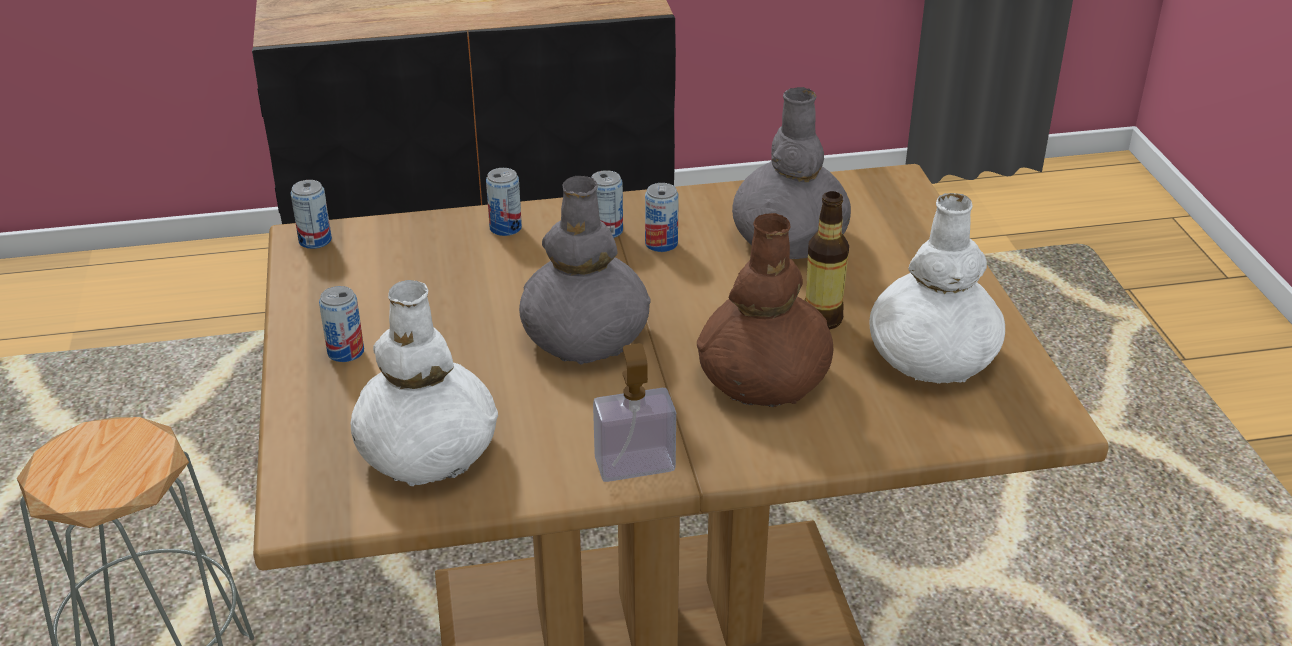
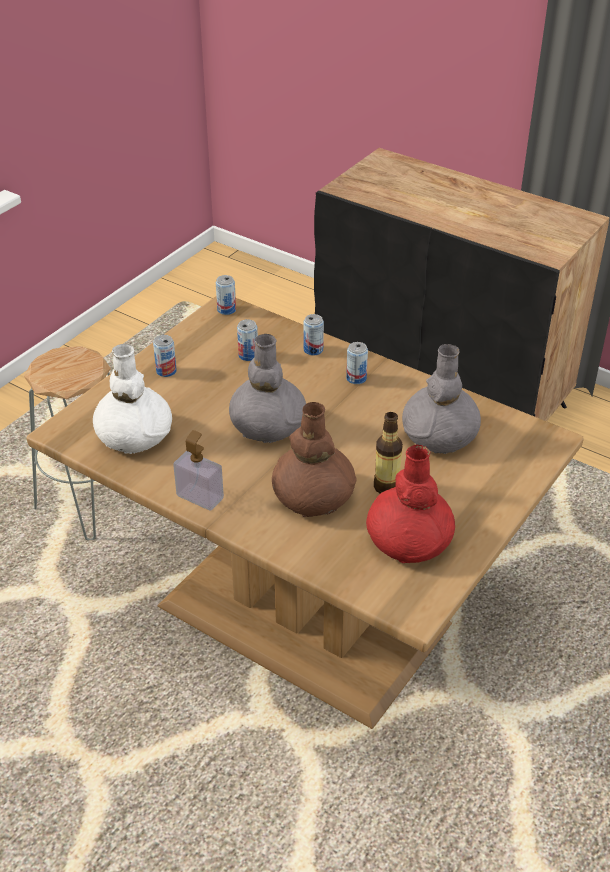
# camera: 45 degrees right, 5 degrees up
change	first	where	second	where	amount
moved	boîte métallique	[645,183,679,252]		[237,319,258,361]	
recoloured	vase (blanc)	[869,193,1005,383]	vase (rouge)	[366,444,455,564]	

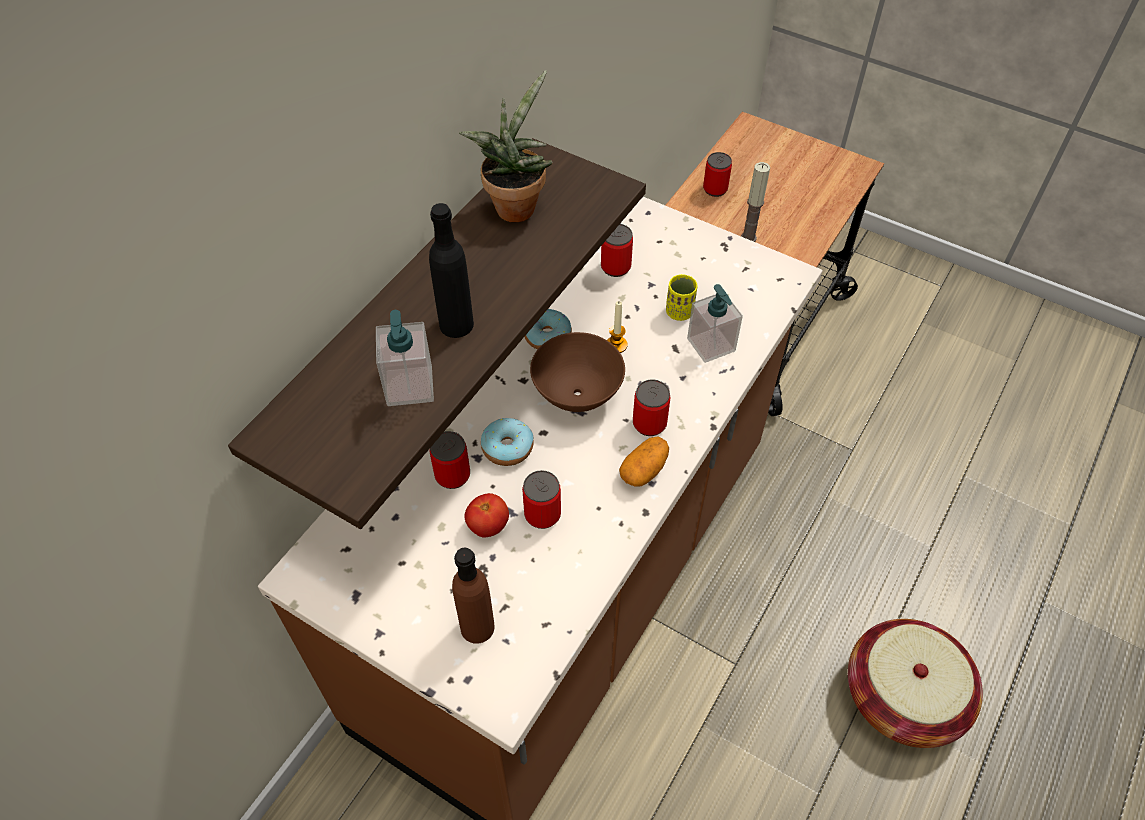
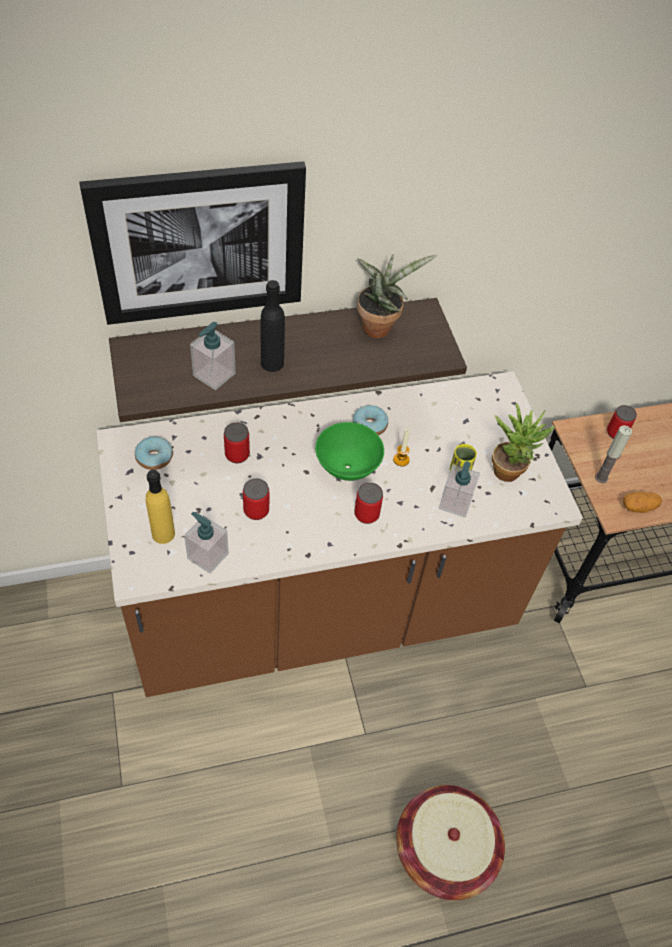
# camera: 40 degrees right, 0 degrees up
change	first	where	second	where	amount
removed	boîte métallique	[601,224,633,277]			
recoloured	bol (marron)	[530,332,625,412]	bol (vert)	[315,422,384,481]	
moved	beignet	[481,418,533,466]		[135,437,173,470]	
moved	pomme de terre	[619,436,669,487]		[623,492,662,513]	
removed	tomate	[464,493,509,537]			
recoloured	bouteille (marron)	[452,547,495,644]	bouteille (jaune)	[146,470,175,544]	
added			tableau	[79,161,306,325]	
added			plante en pot	[492,403,555,482]	
added			distributeur de savon	[184,512,229,574]	

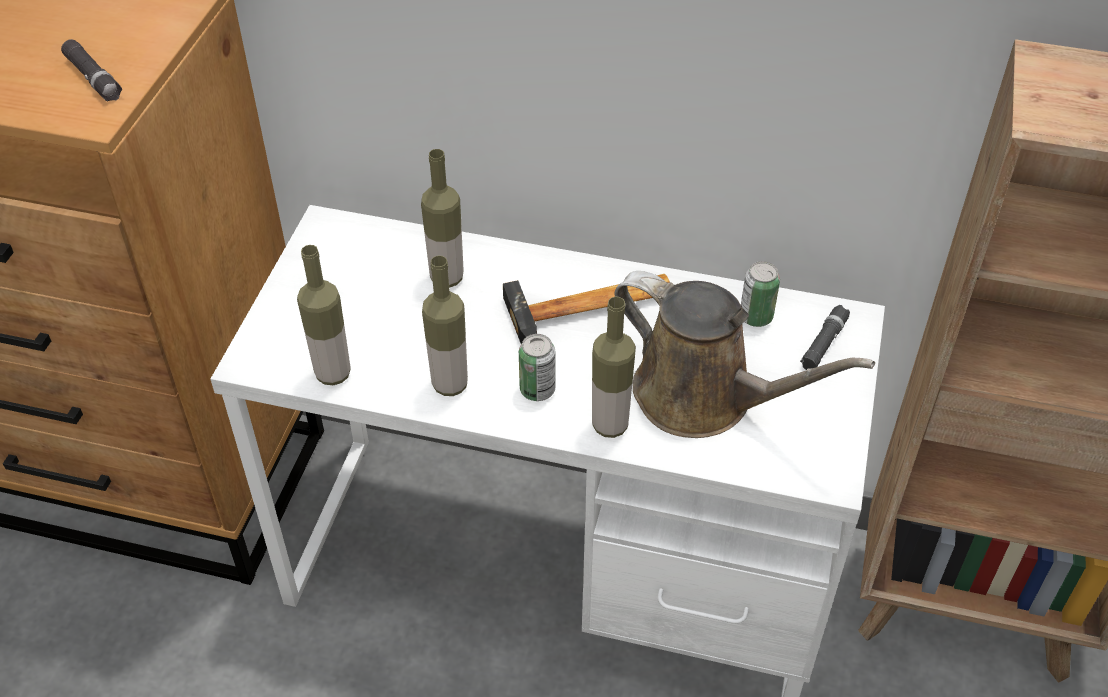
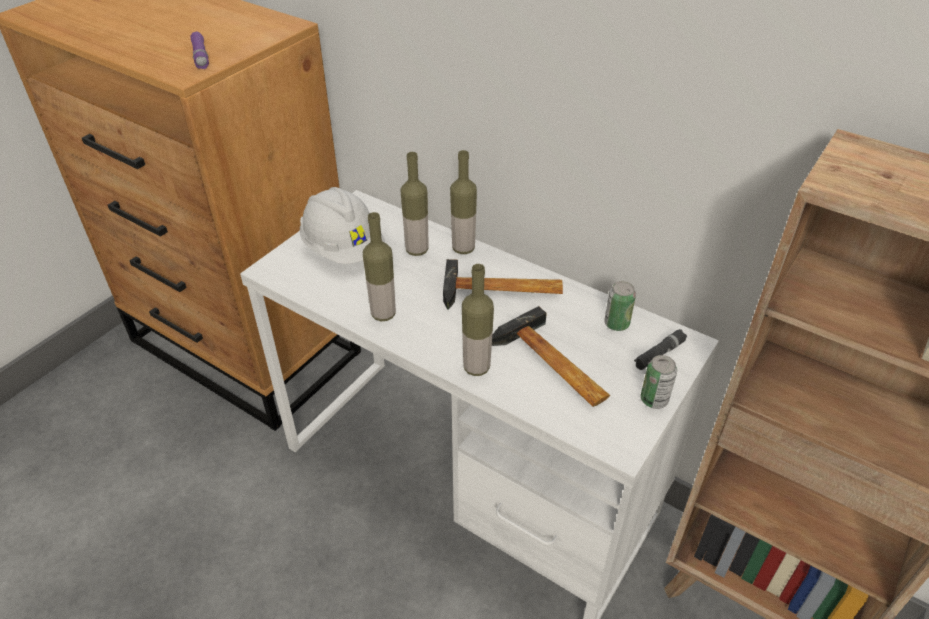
# camera: 20 degrees right, 5 degrees down
change	first	where	second	where	amount
recoloured	lampe de poche (noir)	[61,39,122,101]	lampe de poche (violet)	[190,31,209,69]	
moved	bouteille	[297,245,351,385]		[450,150,477,254]	
replaced	arrosoir (marron)	[614,271,875,438]	marteau	[492,306,610,407]	
moved	boîte métallique	[519,334,556,401]		[641,355,677,409]	
added			casque de chantier (blanc)	[300,187,385,264]	

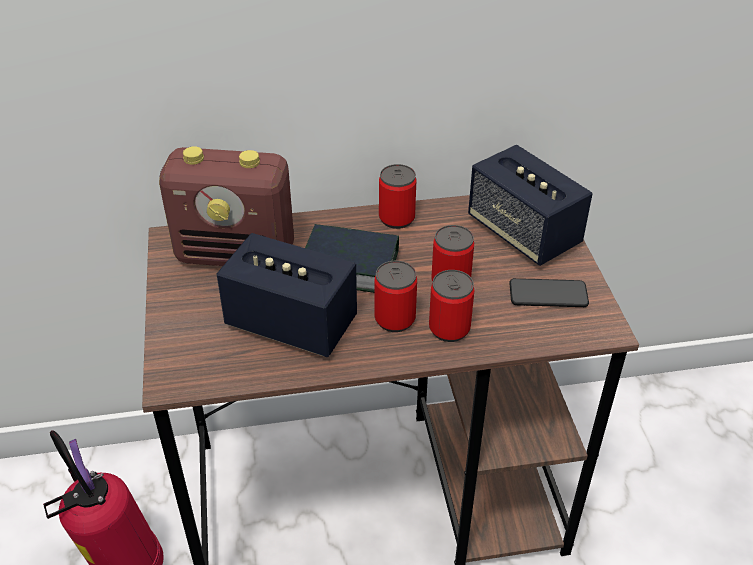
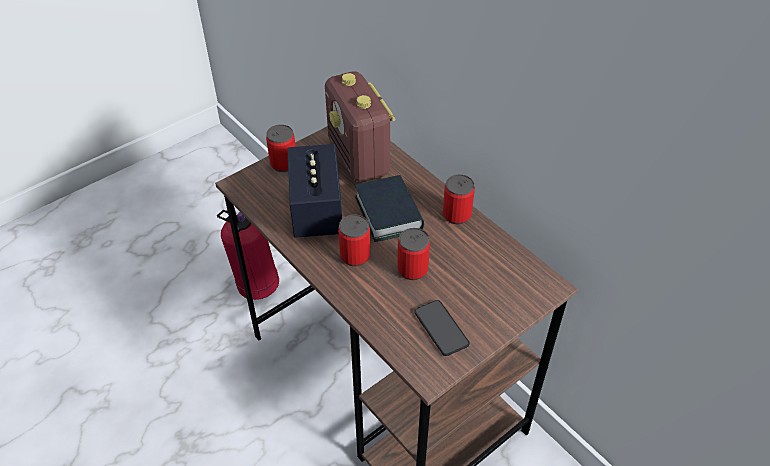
# camera: 60 degrees right, 5 degrees up
change	first	where	second	where	amount
removed	enceinte	[468,144,592,266]			
moved	boîte métallique	[429,270,474,342]		[266,125,296,172]	

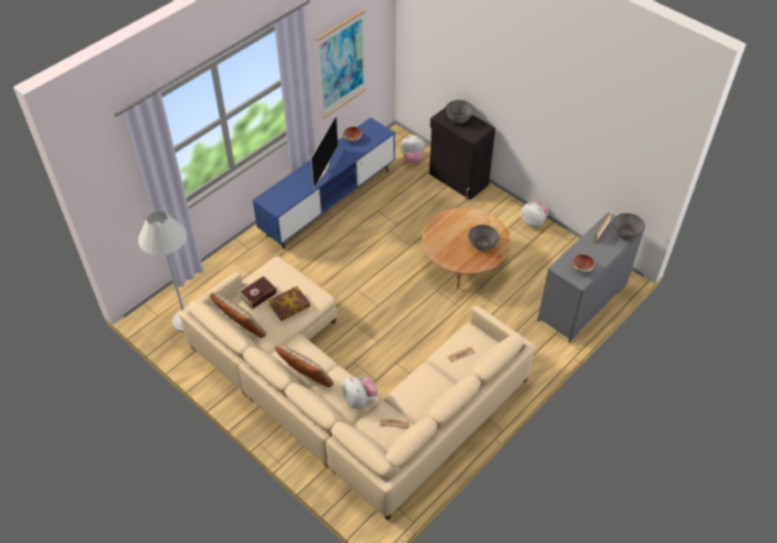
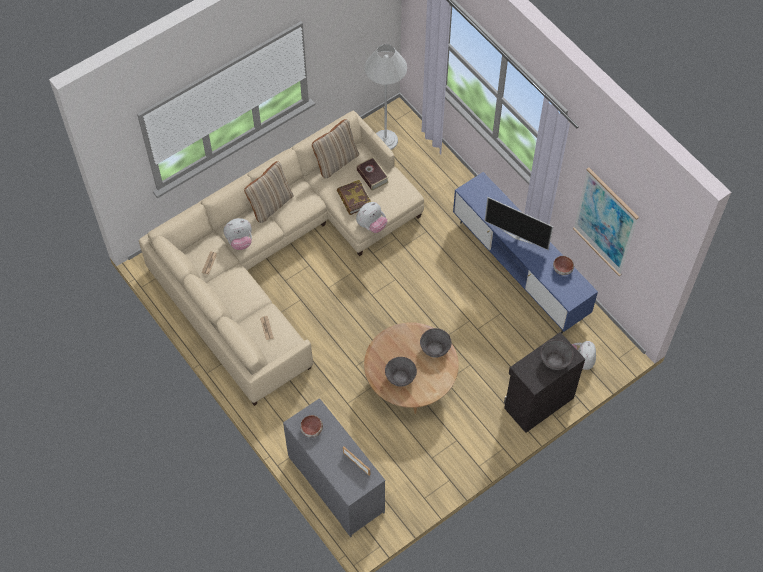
# camera: 100 degrees right, 10 degrees up
change	first	where	second	where	amount
moved	peluche	[521,201,549,227]		[356,202,387,233]	
moved	bol (gris)	[613,213,645,240]		[420,328,452,358]	

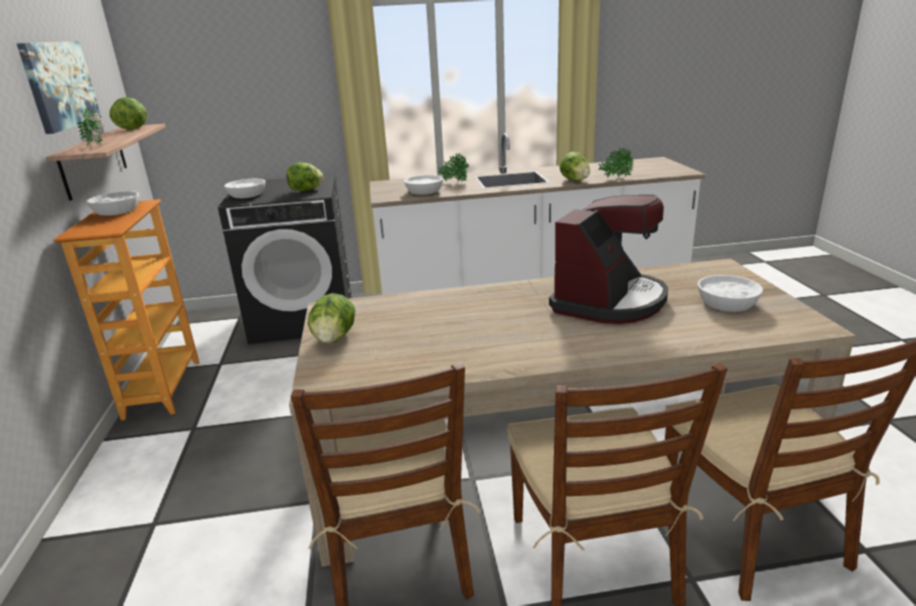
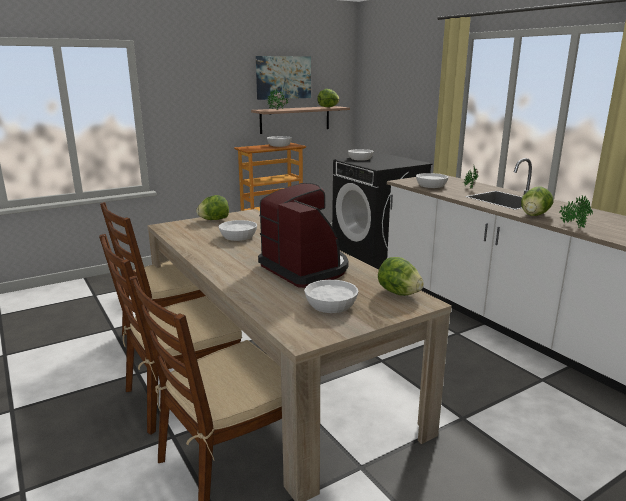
# camera: 65 degrees right, 5 degrees down
change	first	where	second	where	amount
moved	laitue	[287,162,324,191]		[378,257,424,296]	
turned	machine à café	[549,195,668,324]		[258,183,349,288]	135 degrees counterclockwise
added			bol (blanc)	[218,220,257,241]	

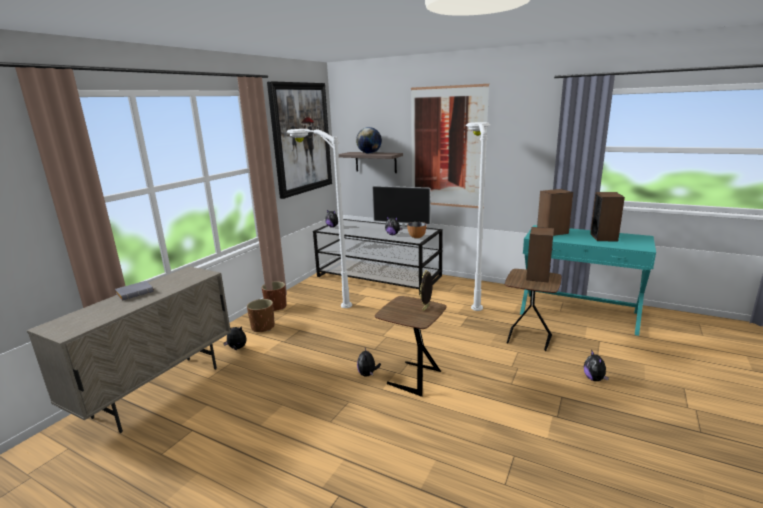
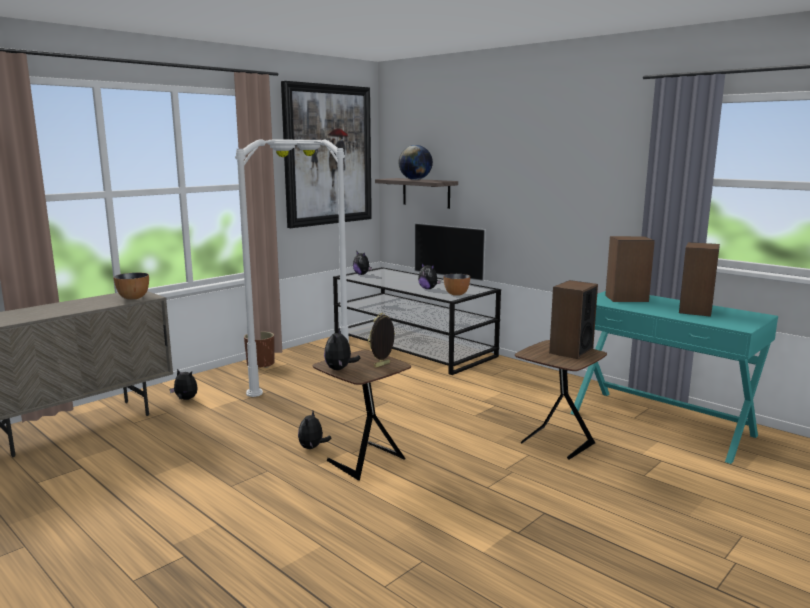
# camera: 15 degrees right, 5 degrees down
change	first	where	second	where	amount
removed	tableau	[411,84,489,208]			
moved	lampadaire (blanc)	[466,122,490,311]		[235,139,299,397]	
removed	livre (gris)	[115,281,154,301]			
removed	cache-pot (marron)	[247,299,275,332]			
moved	peluche	[584,350,609,381]		[324,328,361,370]	
added			bol	[113,273,149,300]	

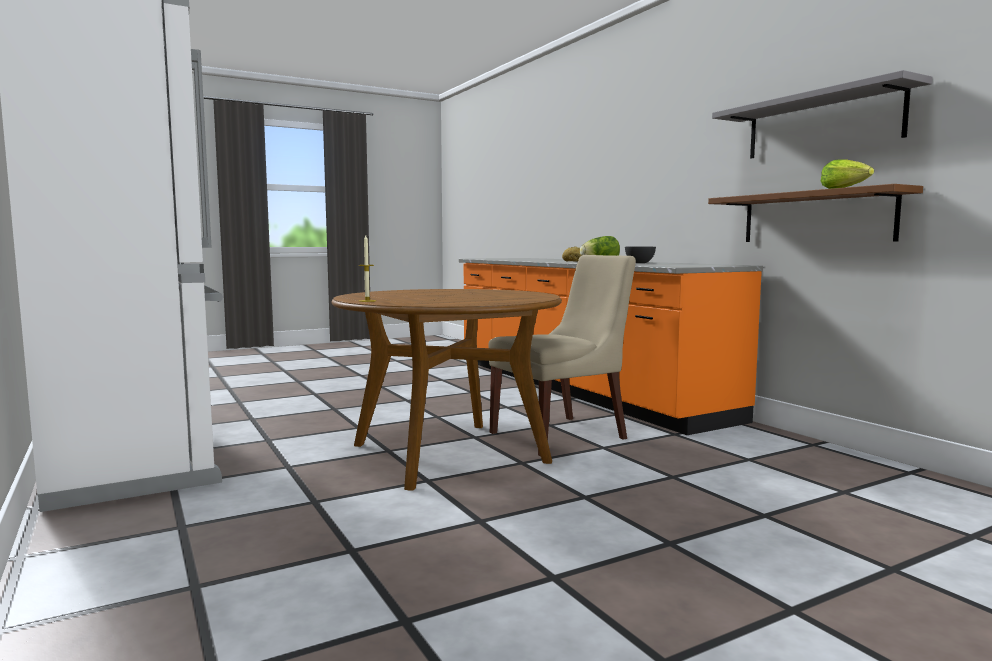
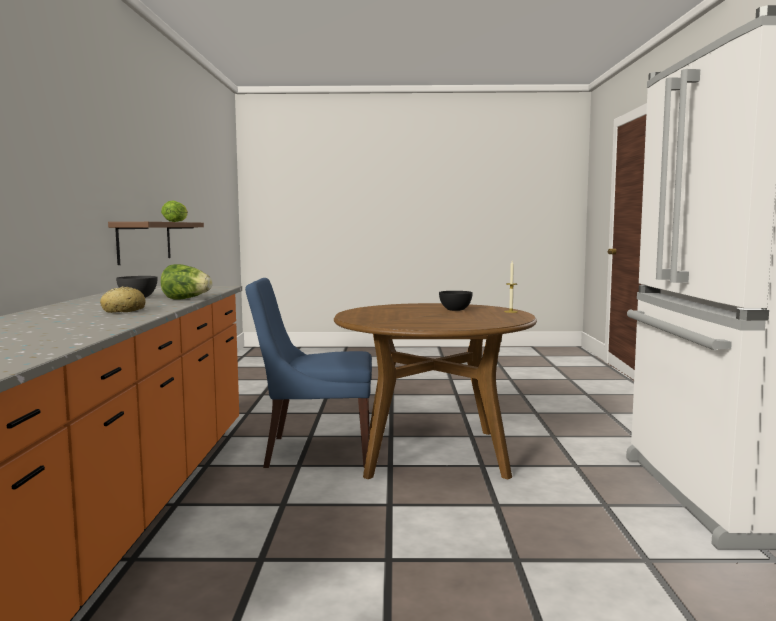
# camera: 150 degrees left, 0 degrees up
change	first	where	second	where	amount
removed	étagère (gris)	[712,70,933,158]			
recoloured	chaise (beige)	[488,255,636,457]	chaise (bleu)	[245,278,372,468]	
added			bol (noir)	[439,291,473,311]	

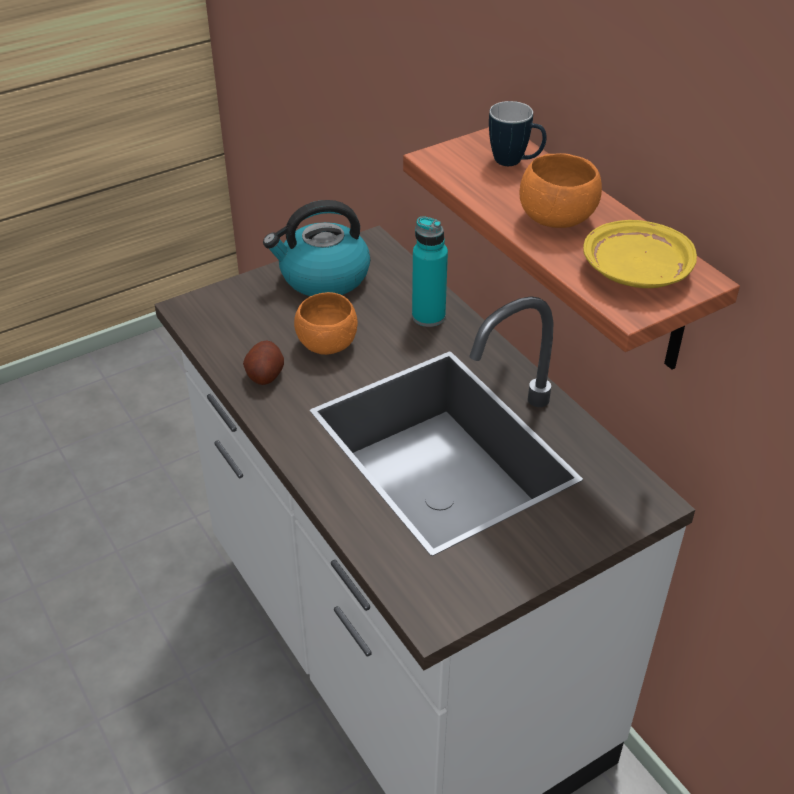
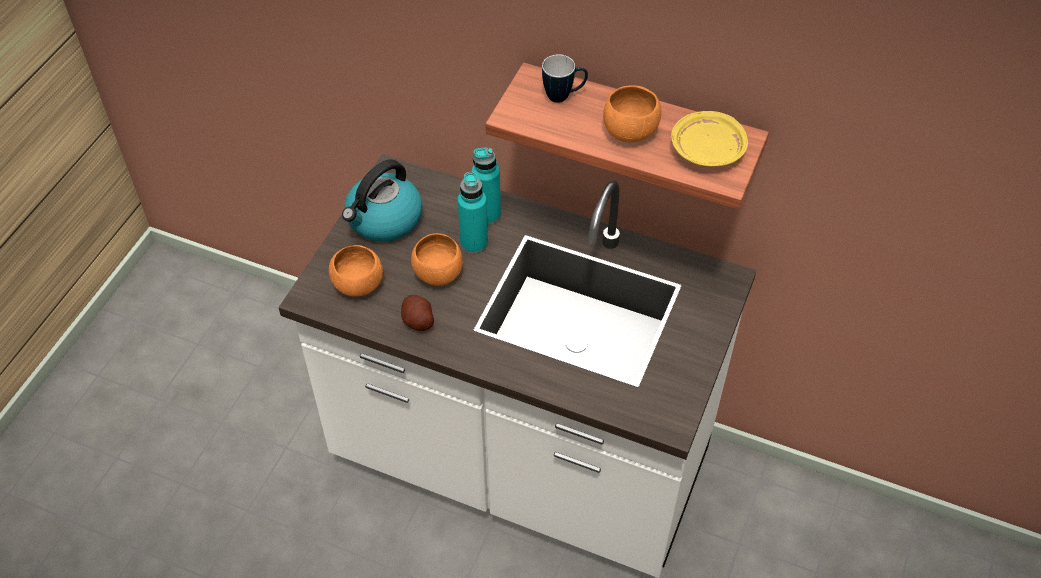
# camera: 35 degrees left, 10 degrees up
change	first	where	second	where	amount
added			bouteille (turquoise)	[458,172,488,254]	
added			bol (orange)	[329,245,383,297]	

